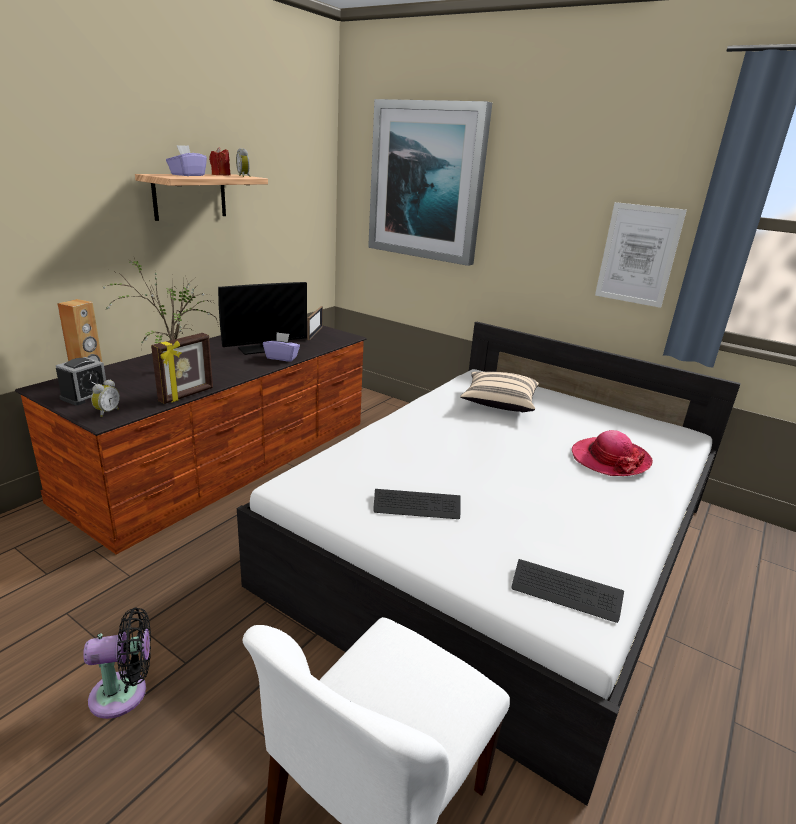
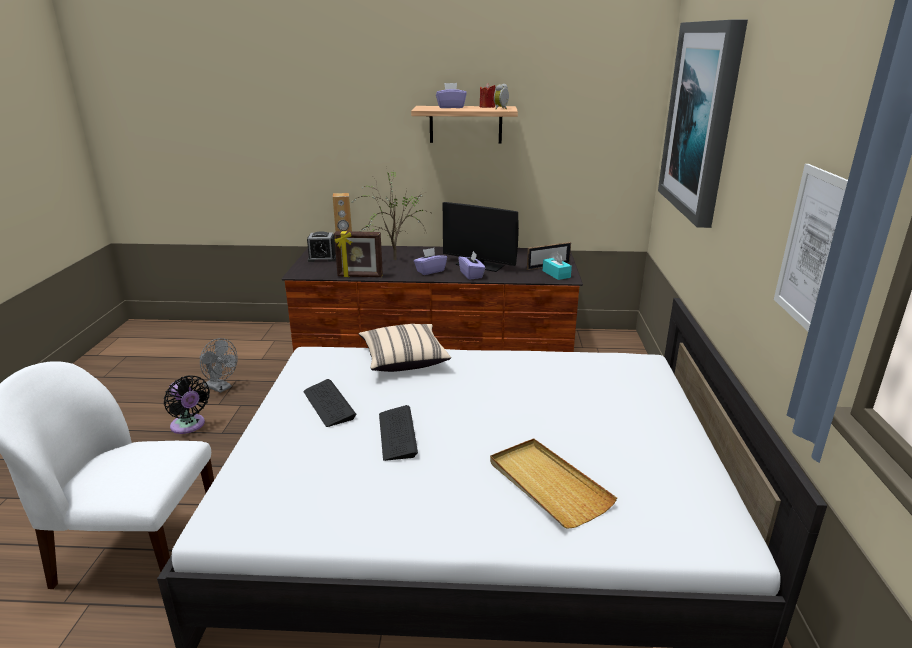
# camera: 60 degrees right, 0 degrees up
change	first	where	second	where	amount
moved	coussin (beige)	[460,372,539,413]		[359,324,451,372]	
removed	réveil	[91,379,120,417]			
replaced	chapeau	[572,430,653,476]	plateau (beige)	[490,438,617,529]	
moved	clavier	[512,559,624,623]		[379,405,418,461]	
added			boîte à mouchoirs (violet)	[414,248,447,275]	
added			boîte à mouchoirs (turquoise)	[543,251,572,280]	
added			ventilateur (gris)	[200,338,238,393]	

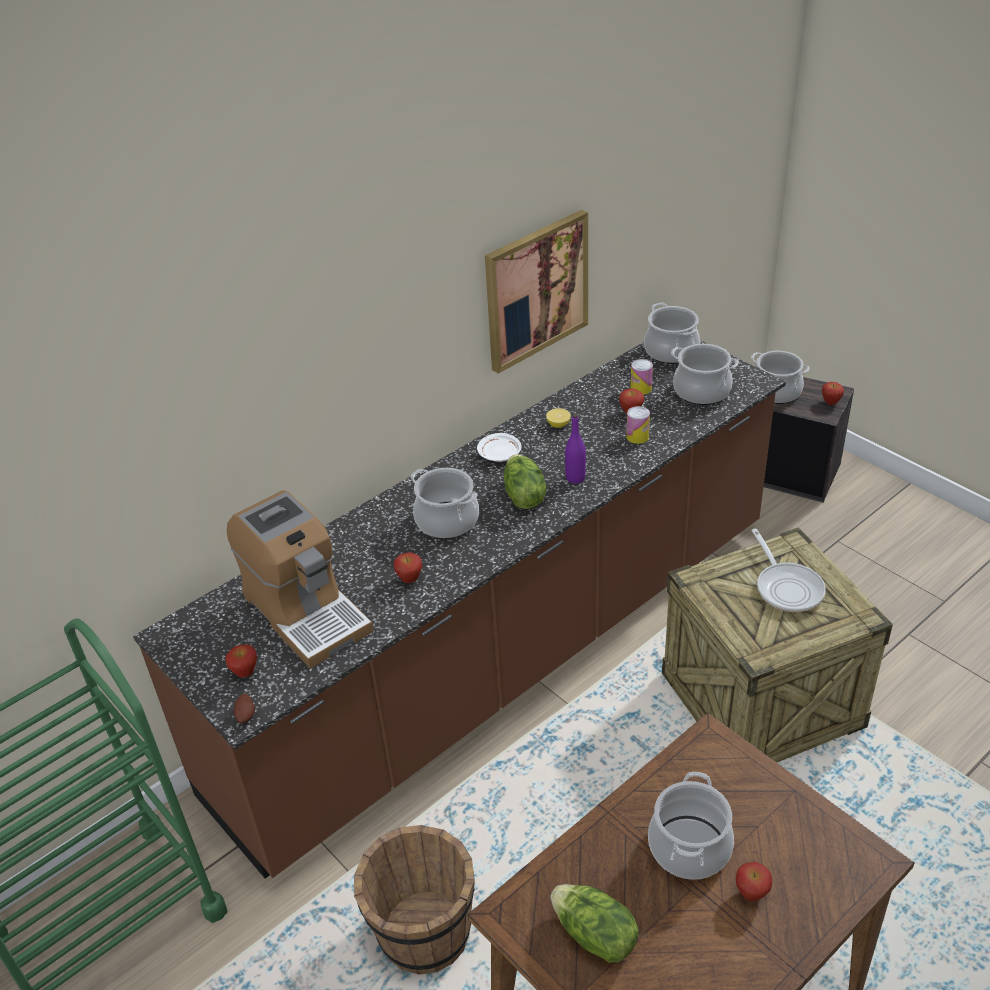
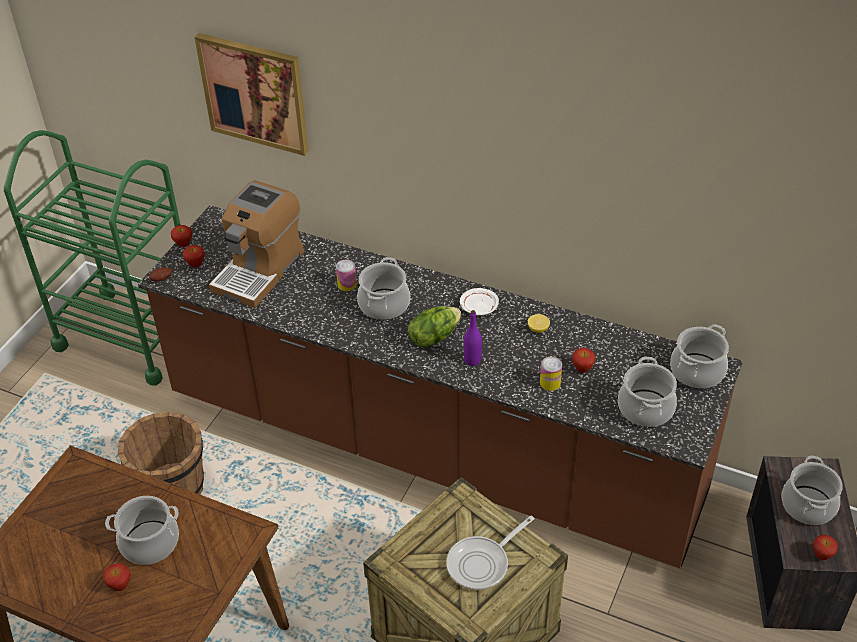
# camera: 65 degrees right, 5 degrees up
change	first	where	second	where	amount
moved	tableau	[485,210,588,374]		[195,33,309,156]	
moved	boîte métallique	[631,359,653,395]		[336,259,357,291]	
moved	pomme	[394,552,422,583]		[171,225,192,247]	
removed	laitue	[550,884,639,963]			

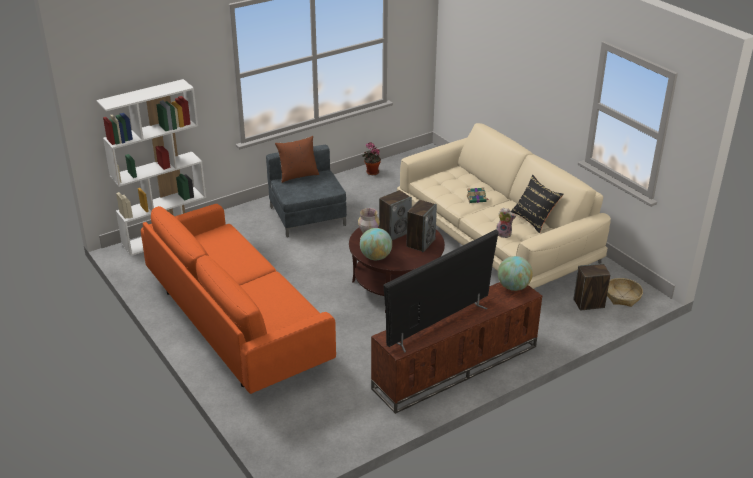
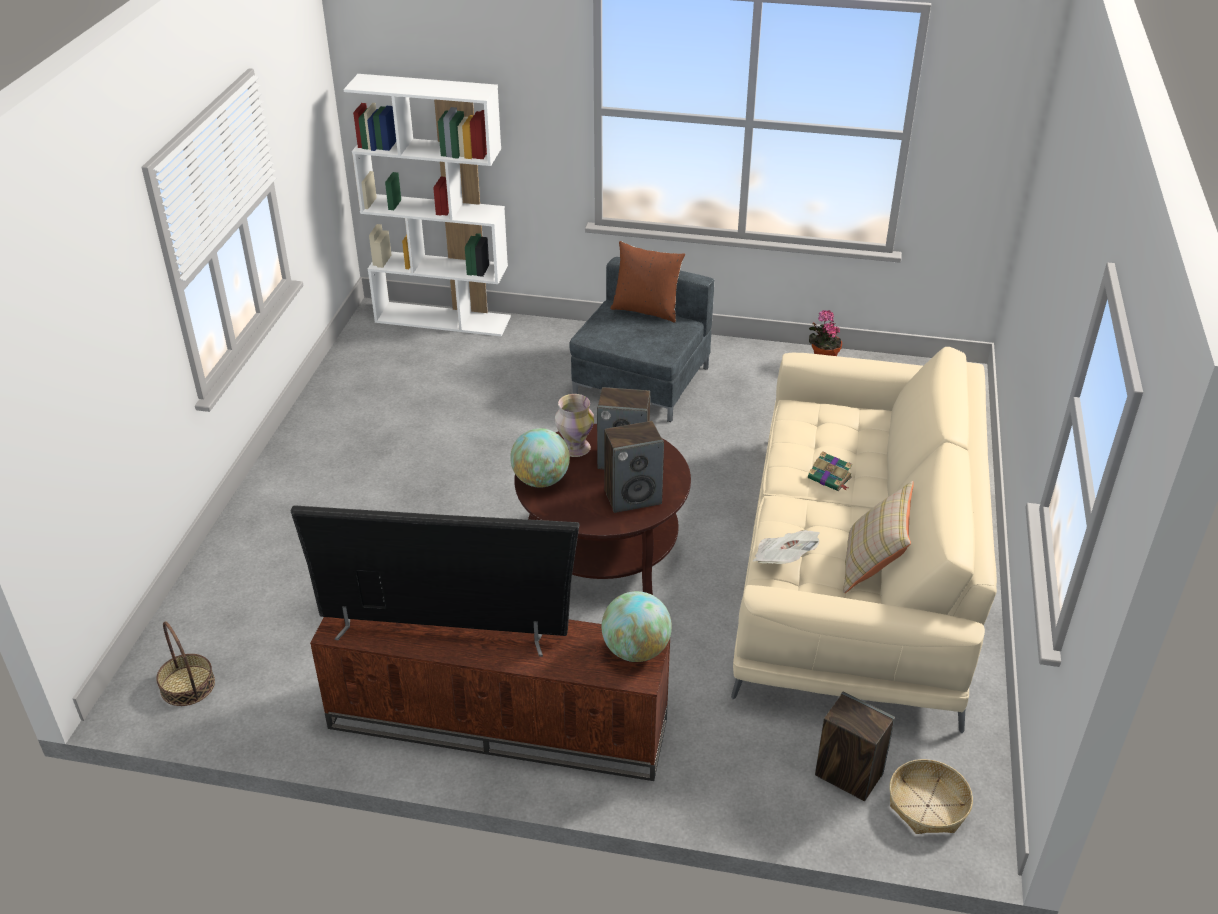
# camera: 45 degrees right, 5 degrees up
change	first	where	second	where	amount
recoloured	coussin (noir)	[511,175,564,233]	coussin (beige)	[843,481,914,593]	
removed	canapé (orange)	[141,204,336,394]			
replaced	peluche	[496,208,516,238]	journal	[753,530,819,564]	
added			panier	[156,621,215,706]	

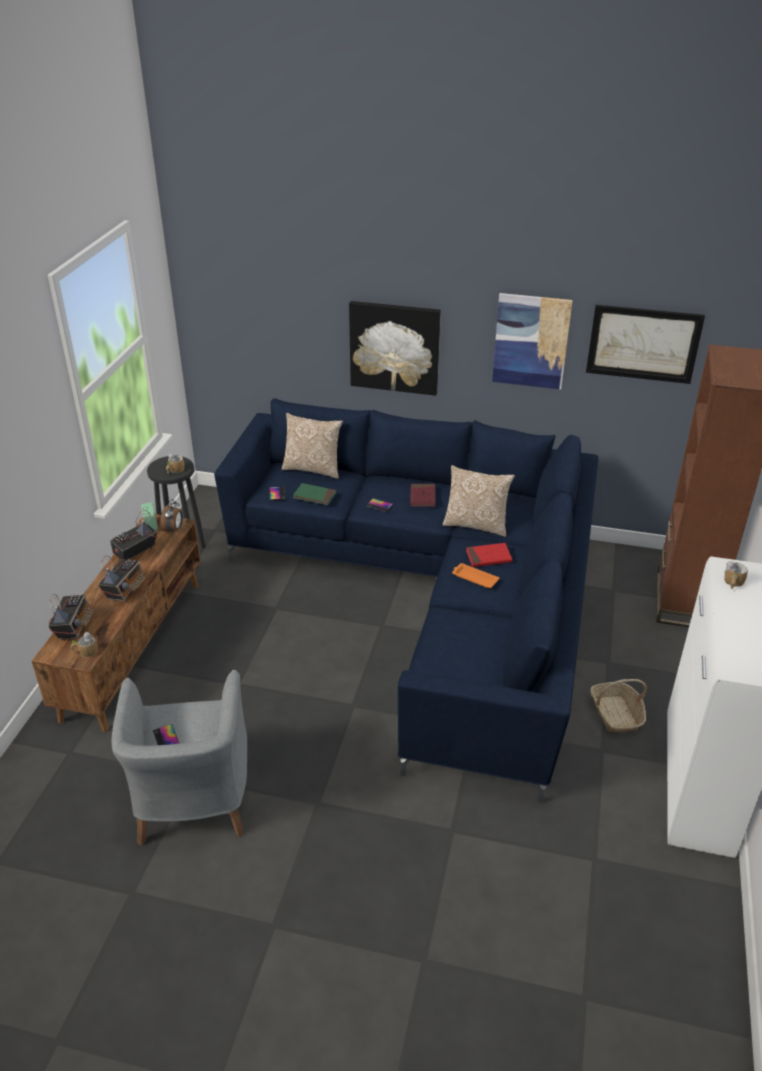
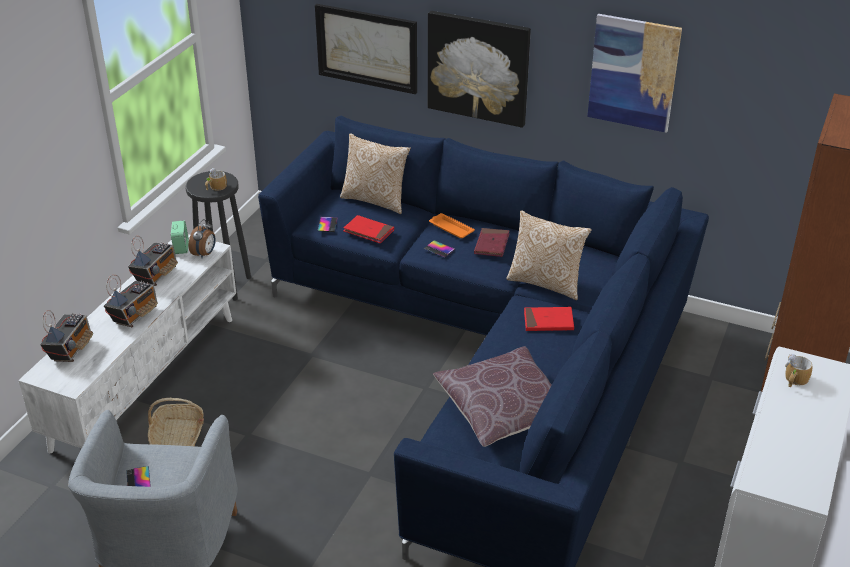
# camera: 10 degrees right, 0 degrees up
change	first	where	second	where	amount
moved	tableau	[586,305,705,384]		[315,4,417,94]	
recoloured	livre (vert)	[293,483,336,505]	livre (rouge)	[344,215,394,244]	
turned	radio	[110,510,157,560]		[128,236,178,286]	150 degrees clockwise
recoloured	meuble télé (marron)	[32,514,201,732]	meuble télé (blanc)	[18,234,236,453]	
moved	plateau (orange)	[452,563,499,588]		[429,213,475,238]	
removed	mug	[71,632,98,657]			
moved	panier	[590,679,647,733]		[148,398,204,446]	
added			coussin (marron)	[433,346,552,447]	

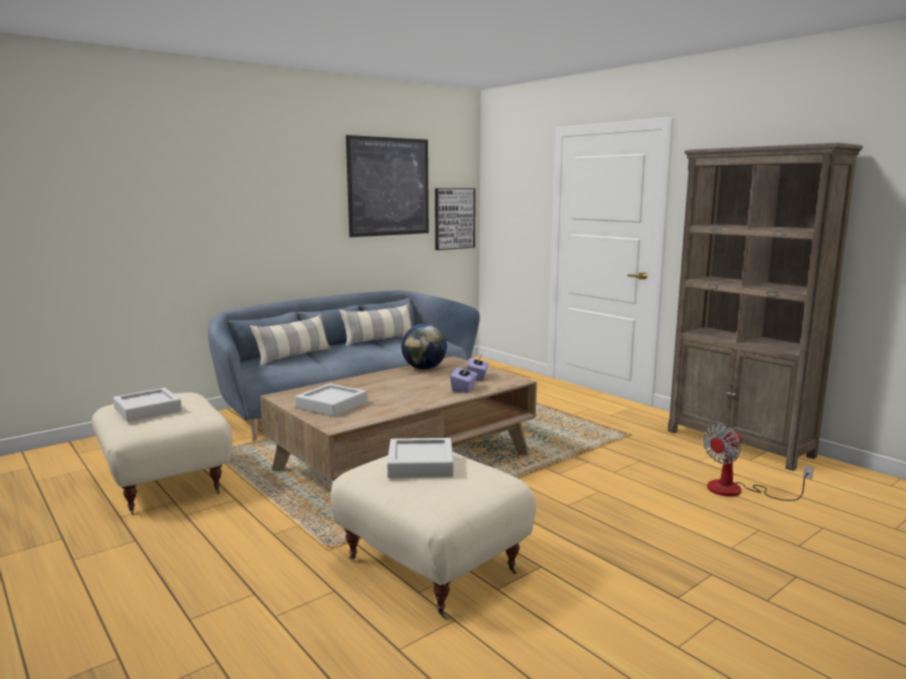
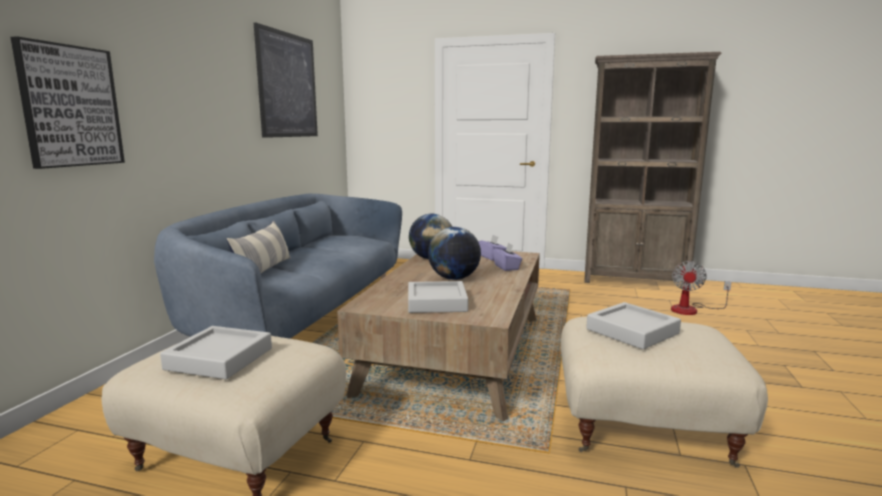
# camera: 35 degrees left, 0 degrees up
change	first	where	second	where	amount
moved	tableau	[435,188,475,250]		[11,36,125,169]	
removed	coussin	[339,304,412,346]			
added			globe	[428,227,481,280]	

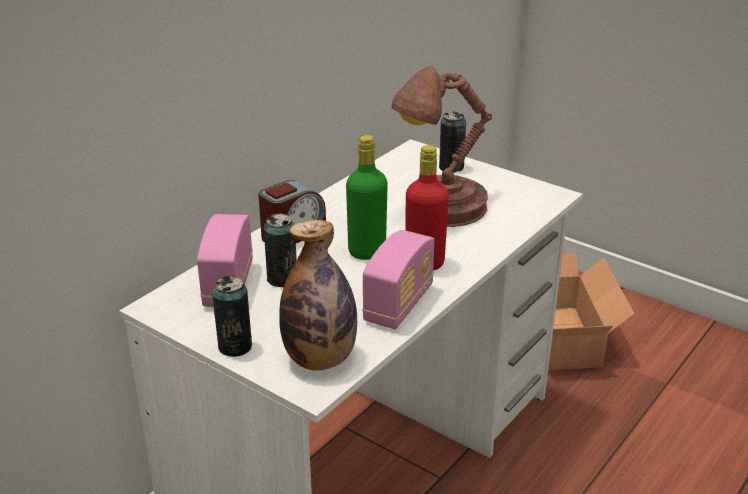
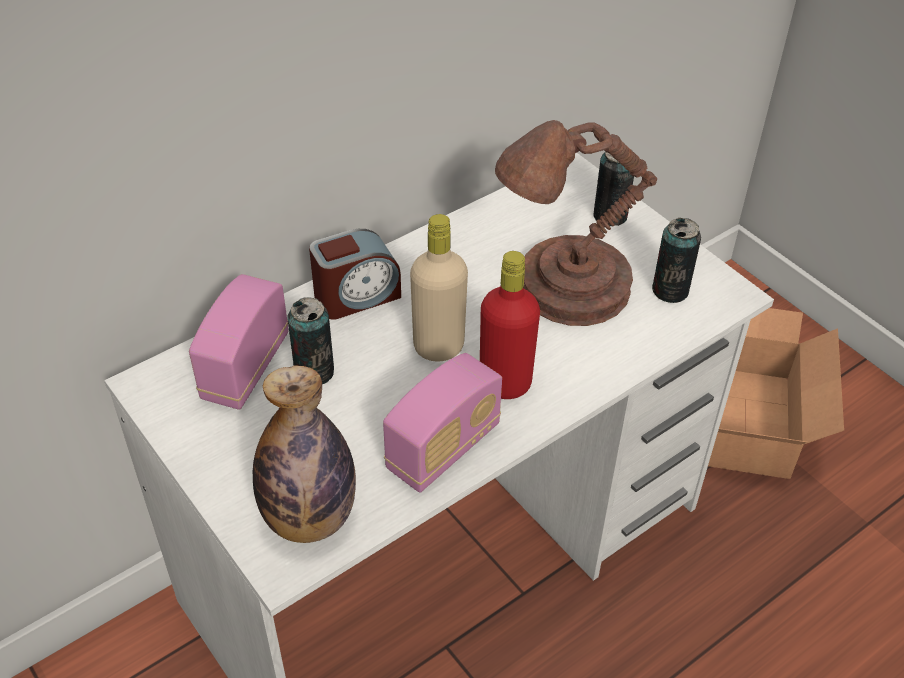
# camera: 15 degrees right, 15 degrees up
change	first	where	second	where	amount
recoloured	bouteille (vert)	[346,135,388,260]	bouteille (beige)	[410,214,468,362]	
moved	boîte métallique	[212,276,252,357]		[652,218,701,303]	

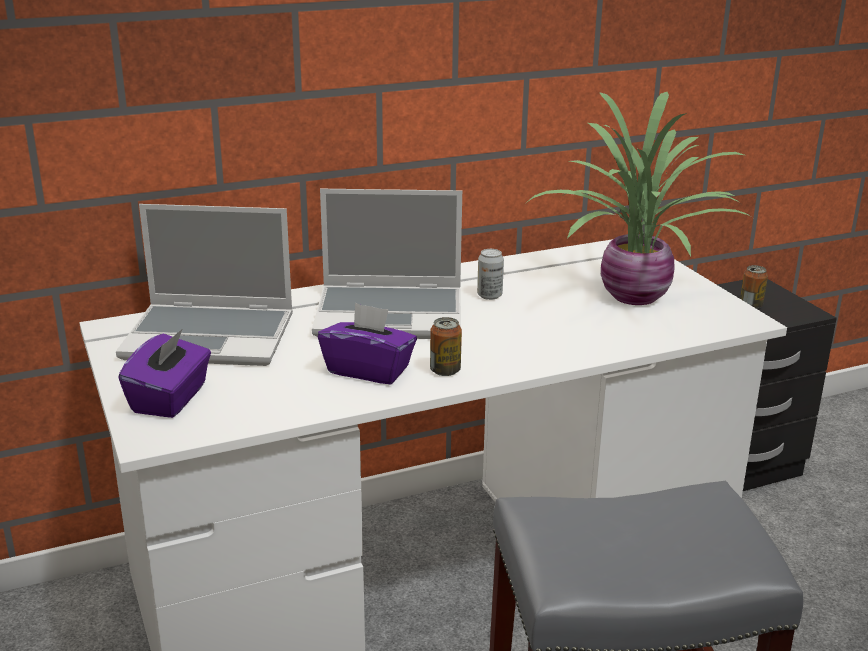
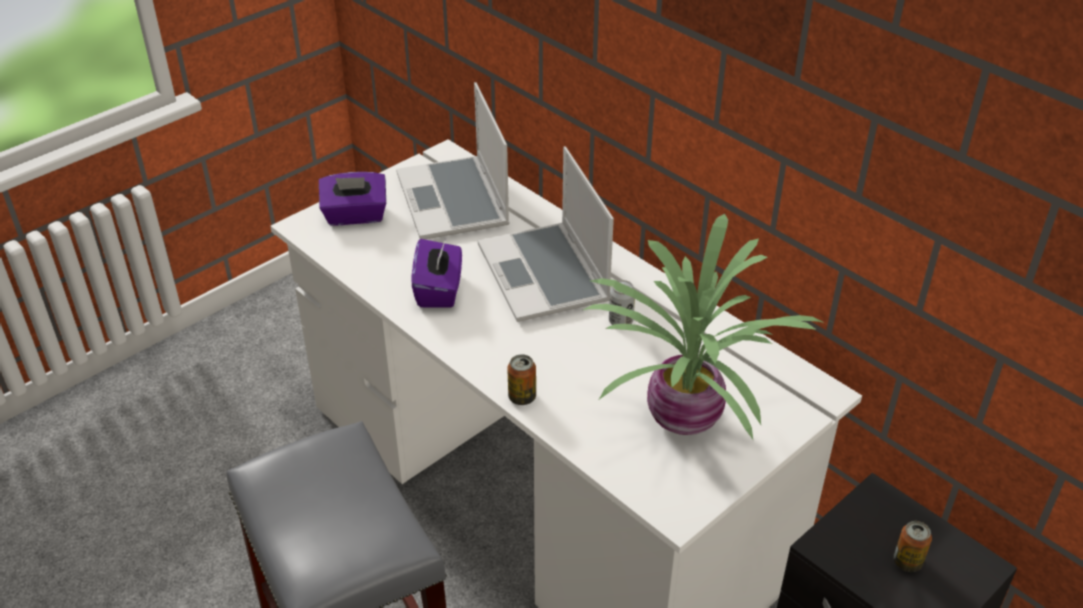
# camera: 70 degrees right, 15 degrees up
change	first	where	second	where	amount
moved	boîte métallique	[430,317,462,376]		[507,354,536,405]	

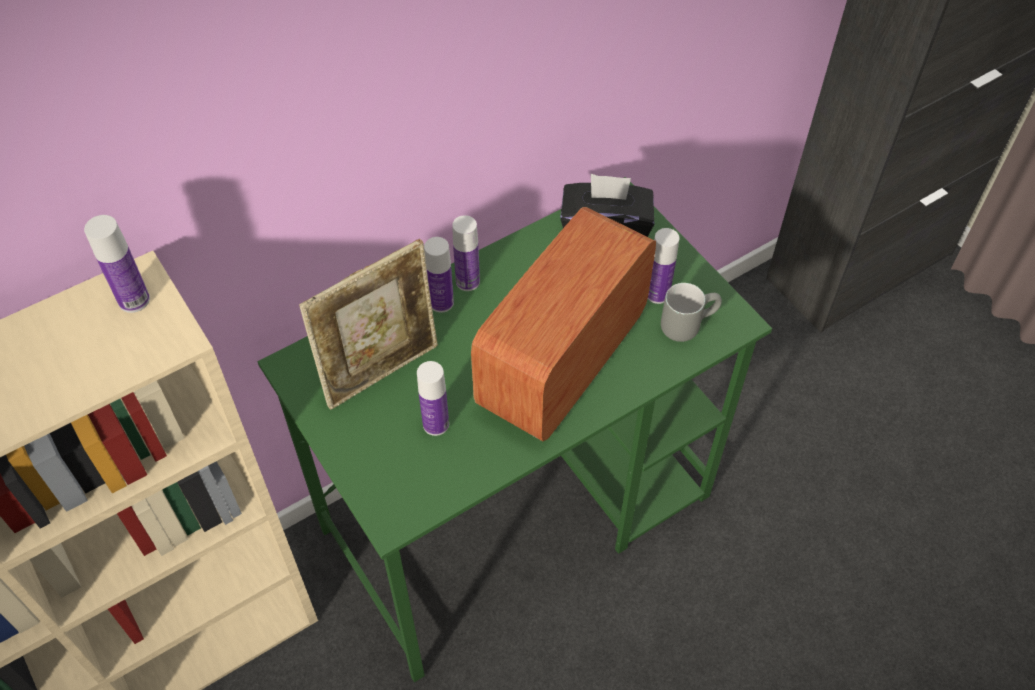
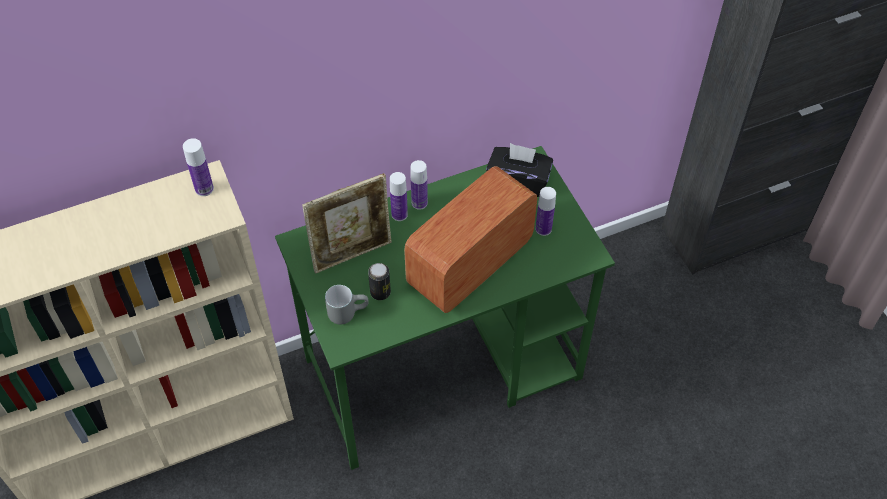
# camera: 10 degrees right, 0 degrees up
change	first	where	second	where	amount
moved	mug (gris)	[661,283,722,342]		[325,285,369,325]	
replaced	bouteille	[417,361,449,436]	boîte métallique	[368,263,391,300]	

